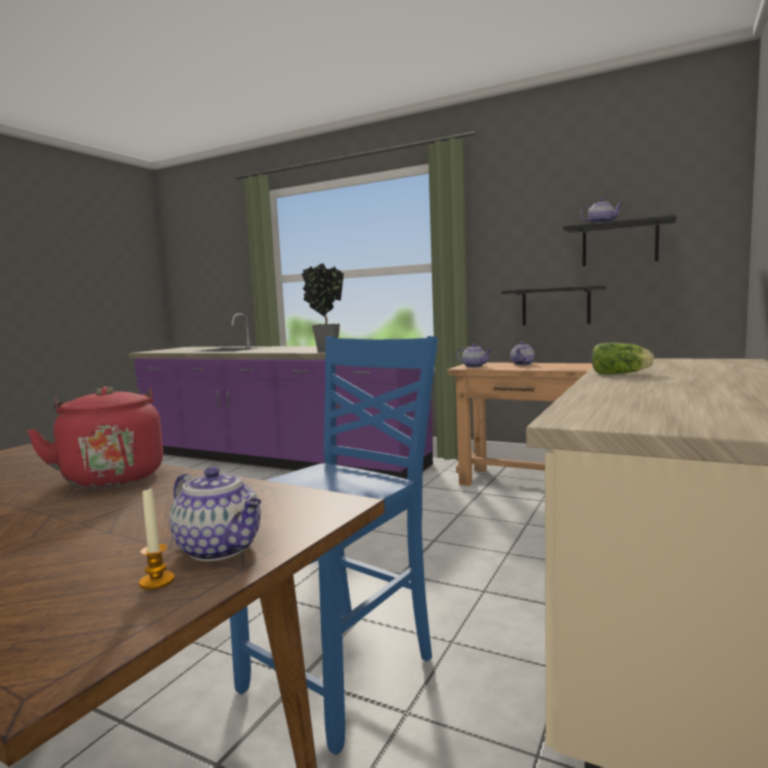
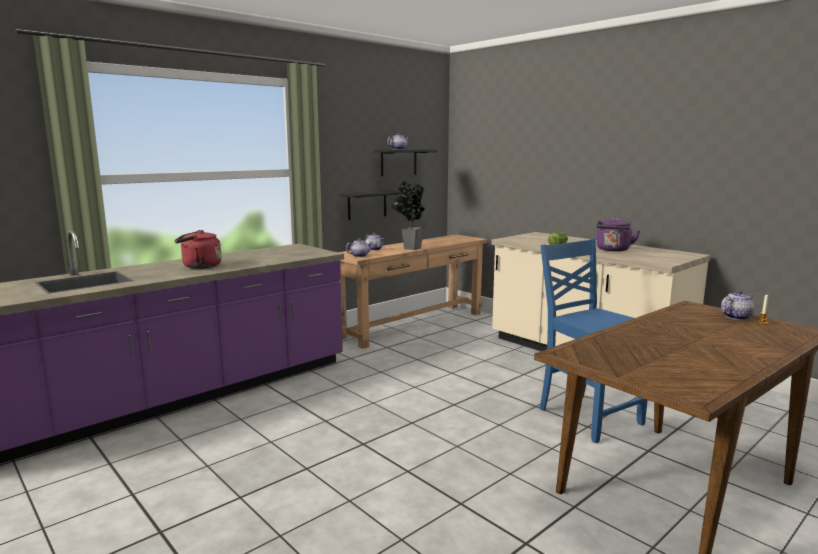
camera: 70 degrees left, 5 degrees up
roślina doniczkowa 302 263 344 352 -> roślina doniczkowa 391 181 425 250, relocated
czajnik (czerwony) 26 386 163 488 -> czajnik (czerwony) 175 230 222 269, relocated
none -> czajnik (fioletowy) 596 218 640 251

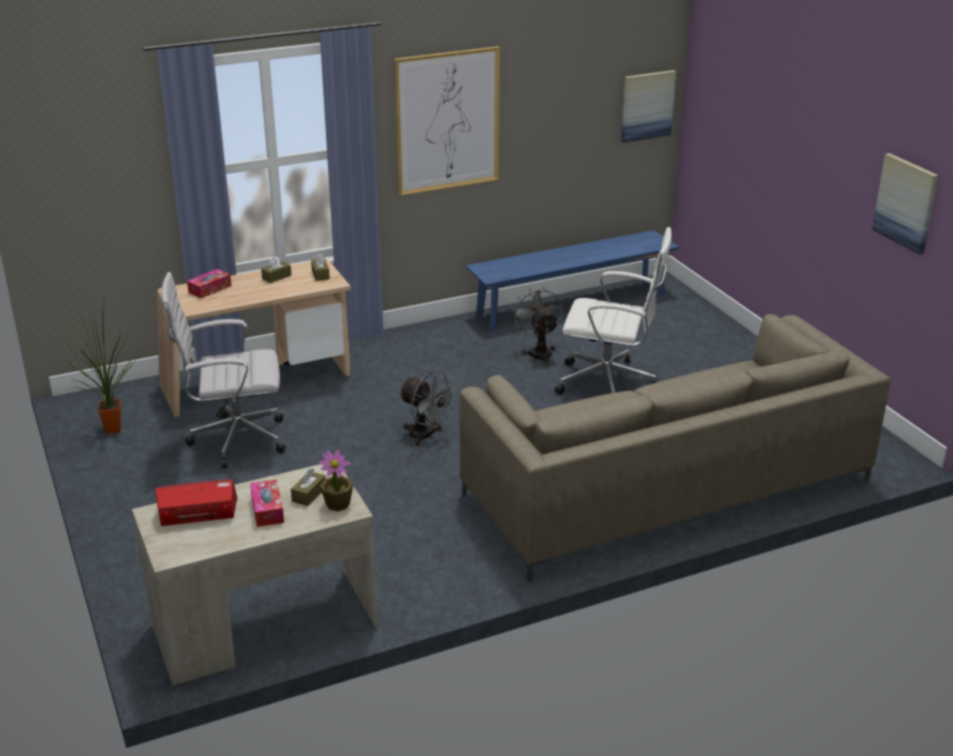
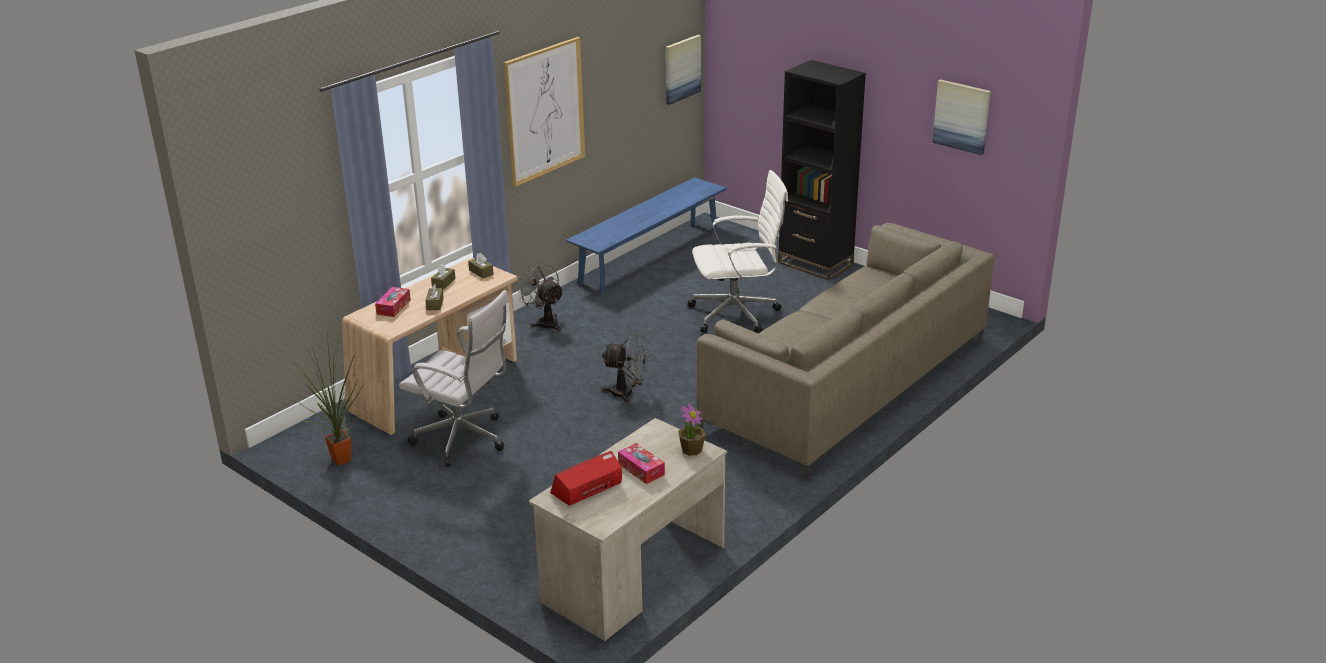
camera: 25 degrees left, 0 degrees up
krzesło biurowe (biały) 161 272 286 468 -> krzesło biurowe (biały) 399 290 509 467, 120 degrees counterclockwise
wentylator (szary) 512 287 562 365 -> wentylator (szary) 516 262 564 332, relocated
pudełko chusteczek (brązowy) 291 468 326 506 -> pudełko chusteczek (brązowy) 425 284 444 310, relocated
none -> regał (czarny) 778 60 866 281

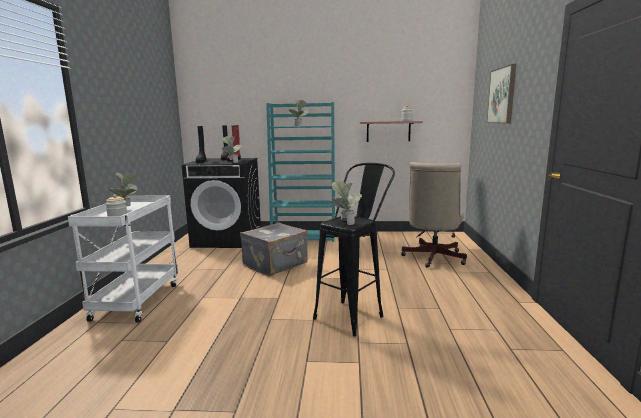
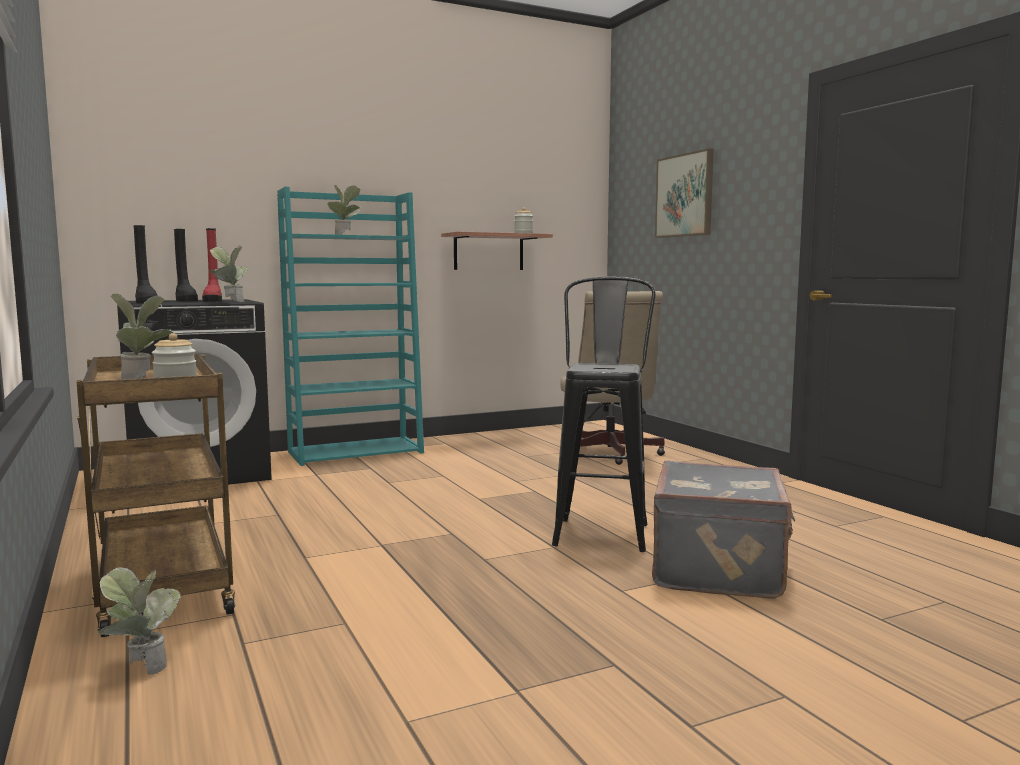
camera: 30 degrees left, 5 degrees down
roślina doniczkowa 331 180 362 225 -> roślina doniczkowa 98 567 181 675, relocated
wózek (biały) 68 195 178 323 -> wózek (brązowy) 76 353 235 637
walizka (szary) 240 223 308 276 -> walizka (szary) 652 461 795 599, relocated

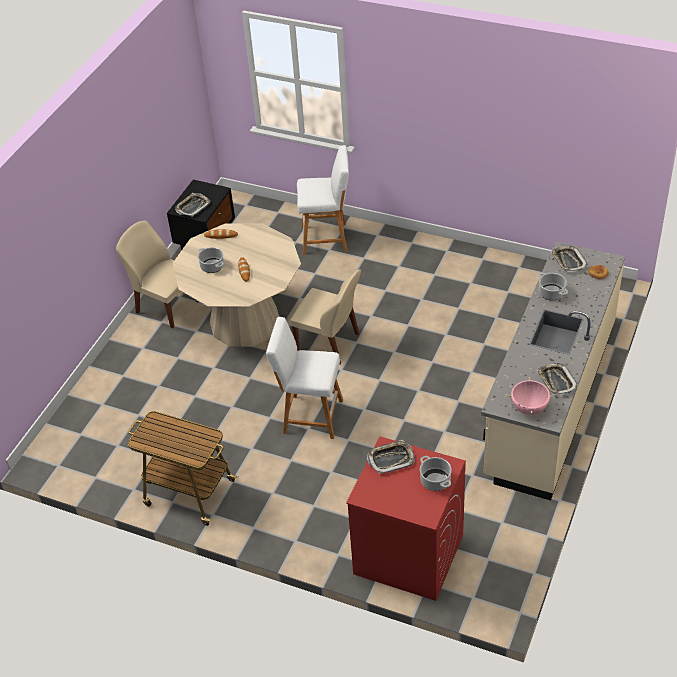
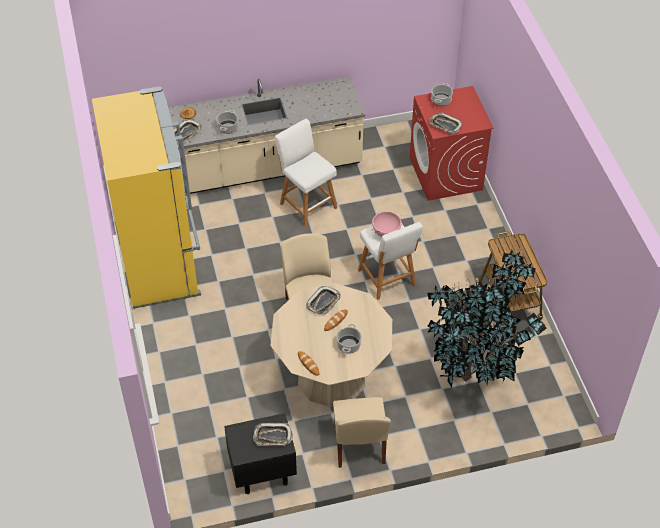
camera: 130 degrees left, 5 degrees up
stołek (biały) 297 145 349 255 -> stołek (biały) 275 119 337 227, relocated
taca 537 363 578 396 -> taca 306 286 341 315, relocated
garnek (różowy) 506 377 555 416 -> garnek (różowy) 372 211 402 237, relocated
none -> lodówka (żółty) 92 86 201 309
none -> roślina doniczkowa 427 250 546 387

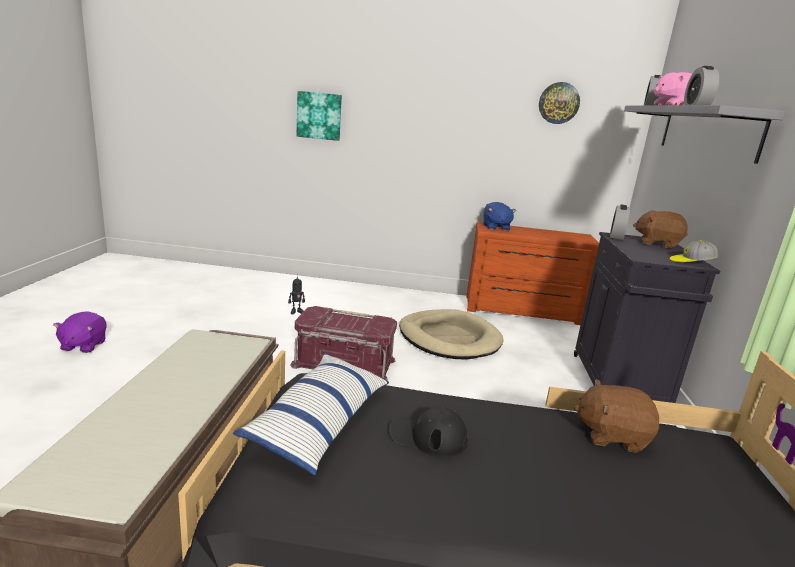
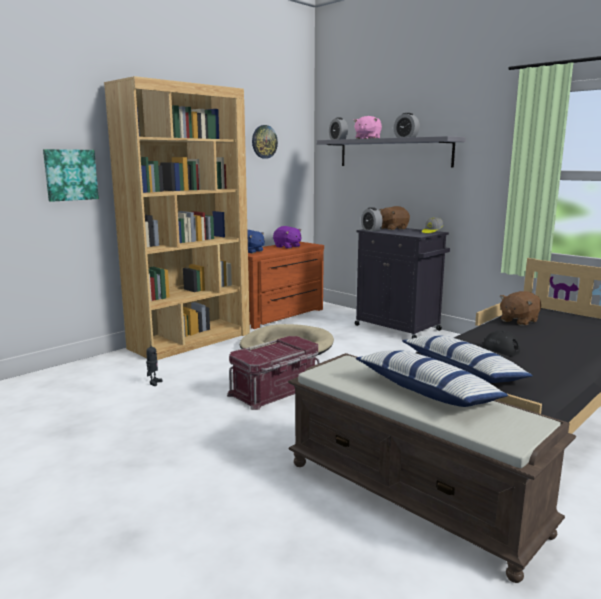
camera: 50 degrees left, 5 degrees down
pluszak (fioletowy) 53 311 107 353 -> pluszak (fioletowy) 273 226 301 249, relocated
none -> regał (brązowy) 104 76 250 360
none -> poduszka 355 350 508 407

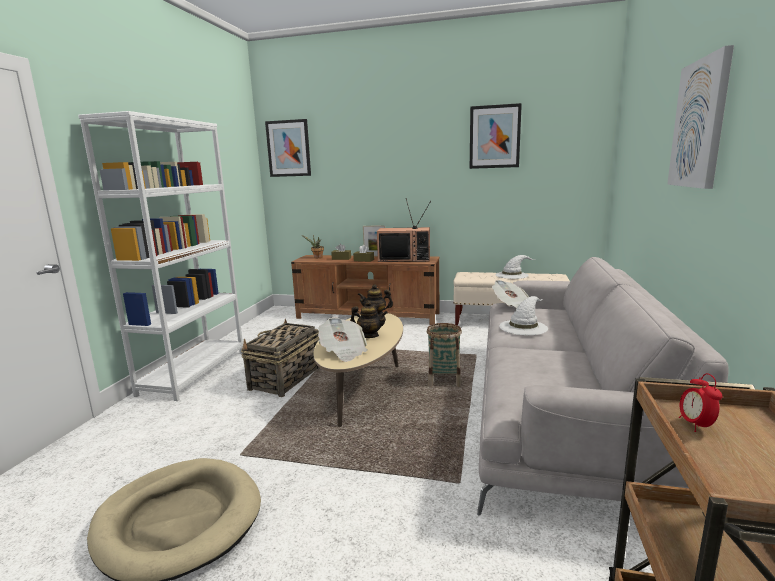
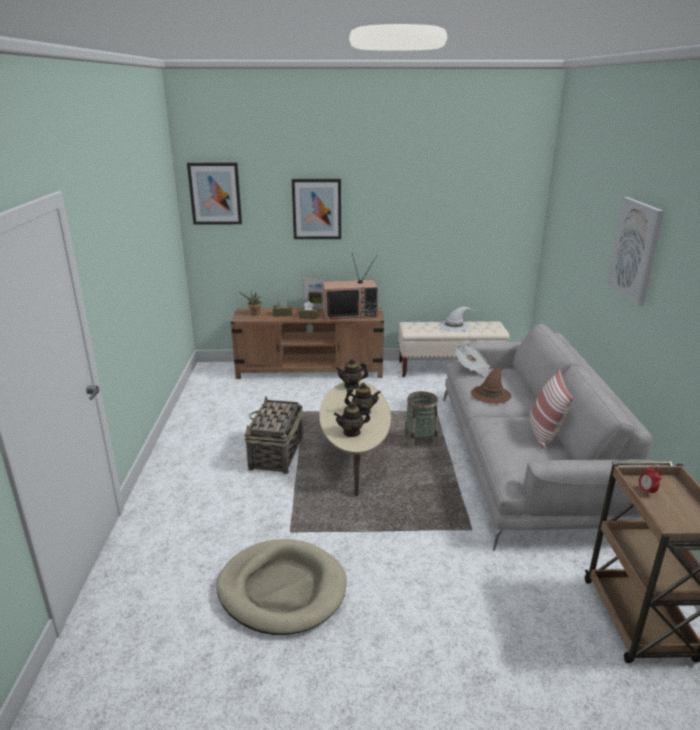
camera: 15 degrees left, 10 degrees up
obraz 470 103 522 169 -> obraz 292 179 341 239, relocated
regał (biały) 78 111 243 401 -> none
kapelusz (biały) 499 296 548 335 -> kapelusz (brązowy) 471 367 511 404
gazeta 318 317 368 362 -> imbryk 334 402 370 437
none -> poduszka 530 369 573 449

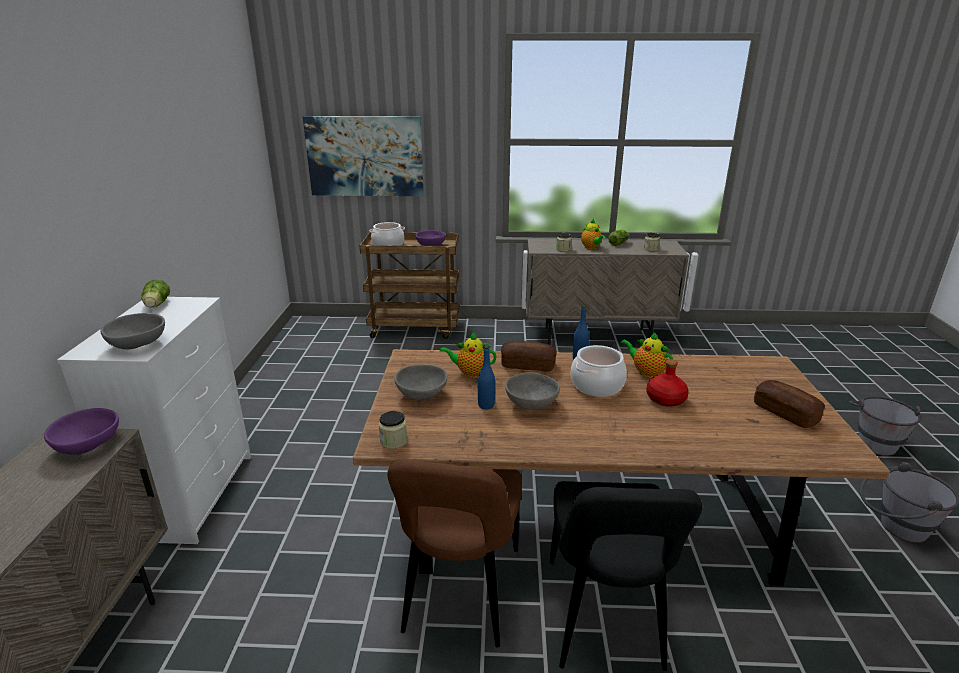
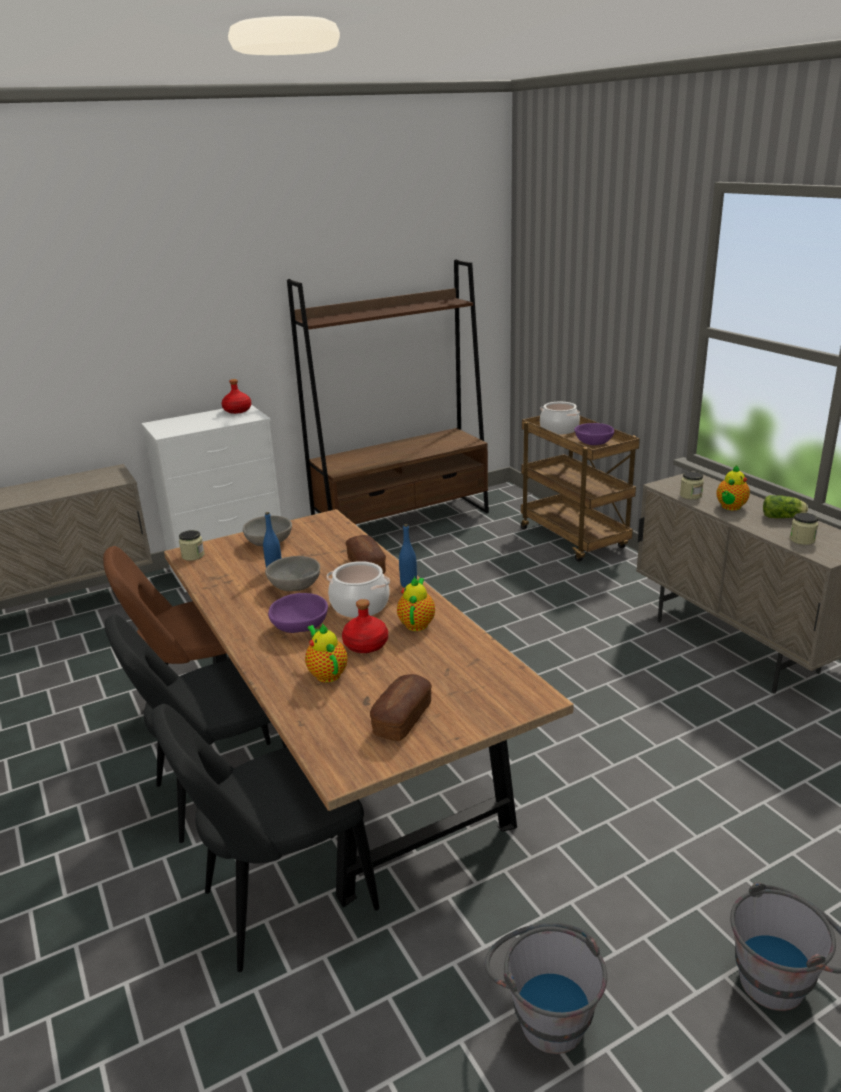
camera: 60 degrees right, 0 degrees up
obraz 303 116 424 196 -> none
sałata 141 279 170 308 -> butelka (czerwony) 222 379 251 414
miska (szary) 100 313 165 349 -> none
imbryk 440 332 496 378 -> imbryk 305 623 348 683, relocated
miska (fioletowy) 44 408 119 455 -> miska (fioletowy) 268 593 328 633, relocated
none -> regał (brązowy) 287 259 489 524
none -> krzesło (czarny) 151 704 379 972

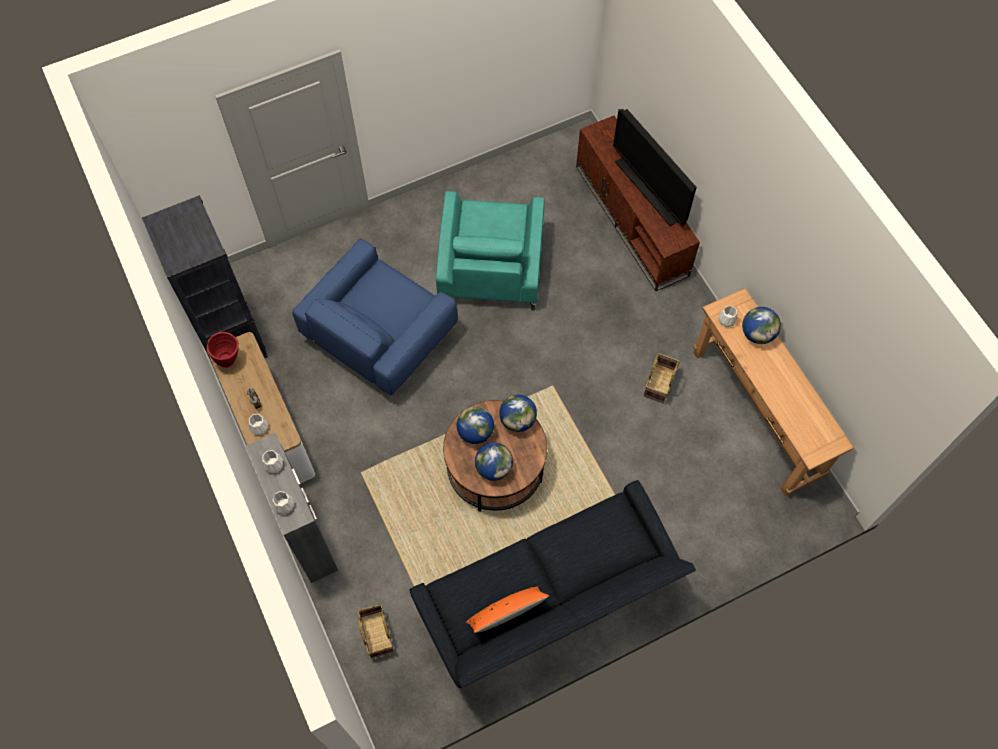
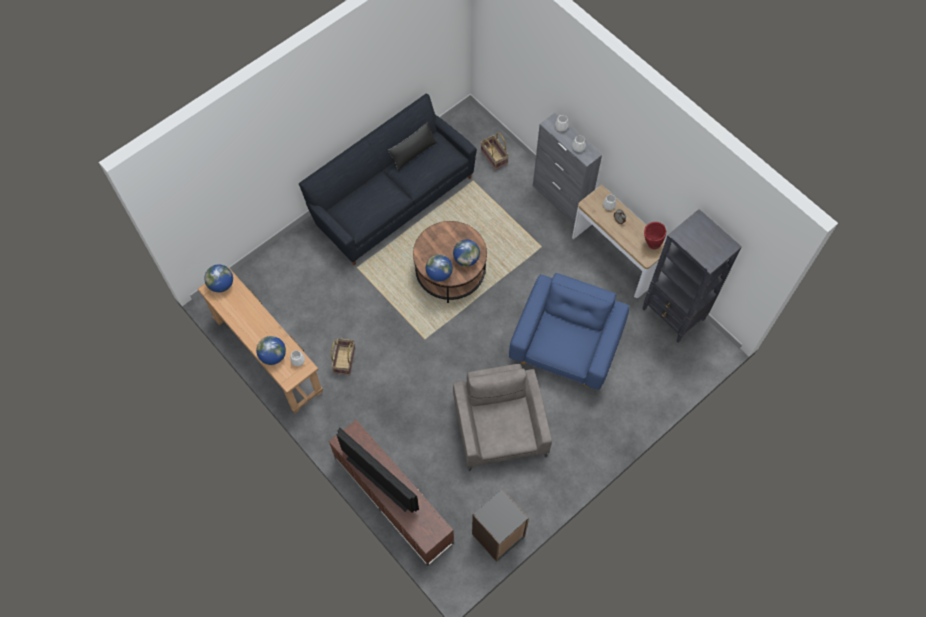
camera: 165 degrees right, 0 degrees up
fotel (turkusowy) 436 191 544 311 -> fotel (szary) 453 364 552 471
globus 475 442 513 481 -> globus 204 264 233 293, relocated
poduszka (pomarańczowy) 466 586 549 633 -> poduszka (czarny) 388 122 437 171
none -> regał (czarny) 472 489 529 562

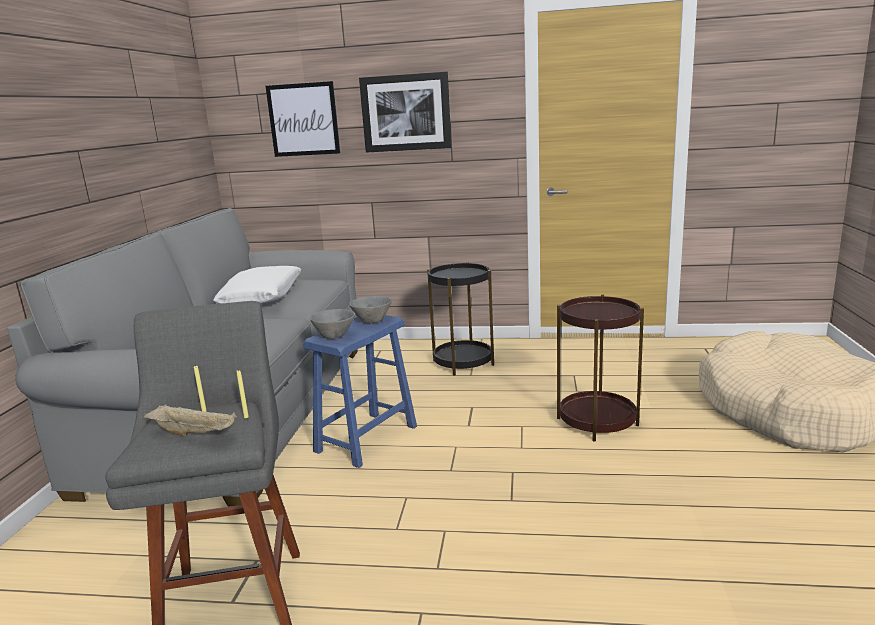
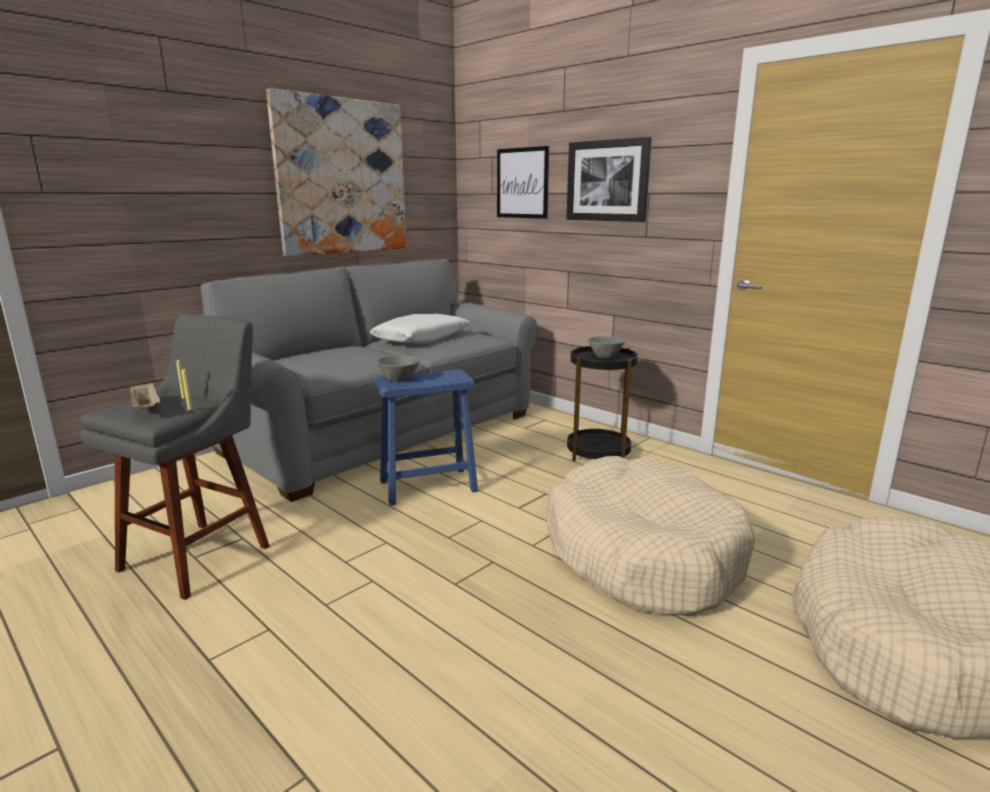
camera: 35 degrees right, 0 degrees up
stolik (brązowy) 557 295 644 442 -> legowisko (beżowy) 547 456 755 616
miska (szary) 349 296 392 324 -> miska (szary) 588 336 625 358, relocated
none -> obraz 266 88 406 257

